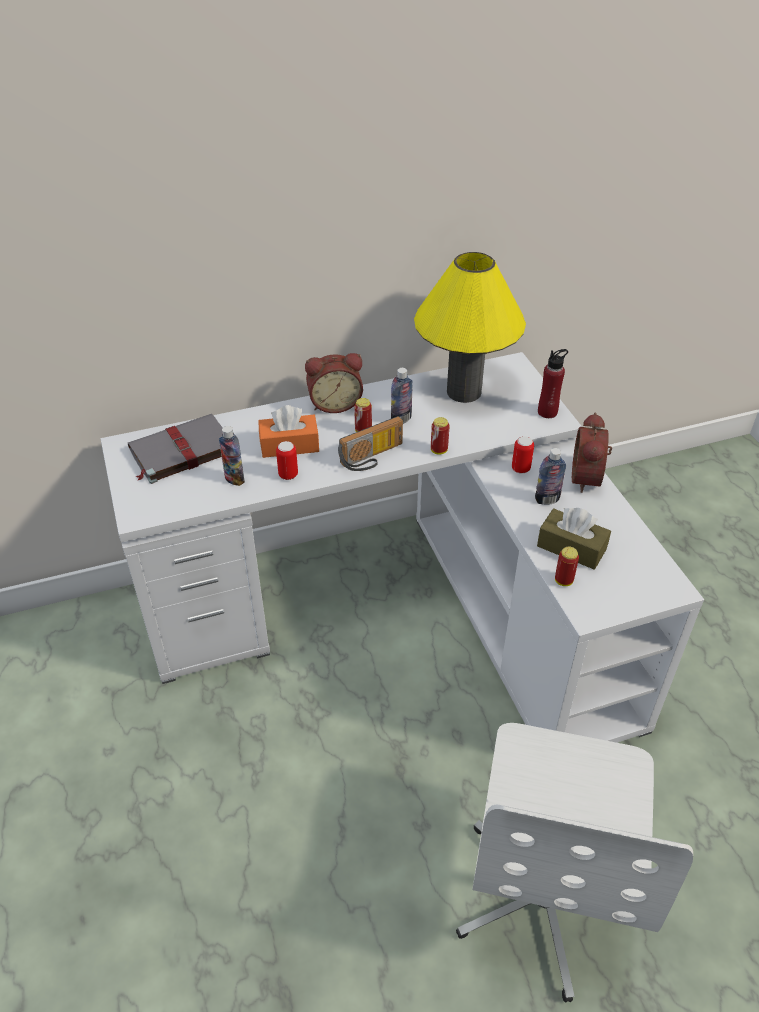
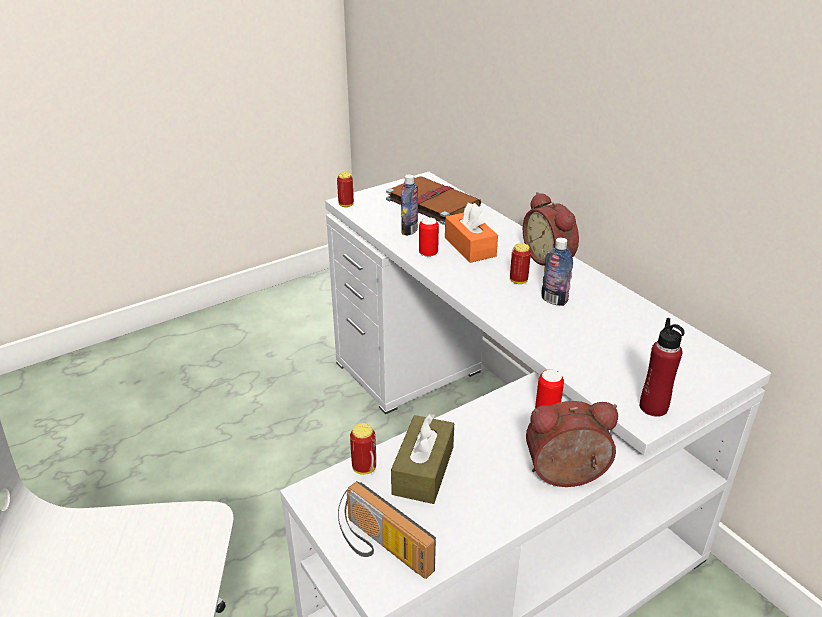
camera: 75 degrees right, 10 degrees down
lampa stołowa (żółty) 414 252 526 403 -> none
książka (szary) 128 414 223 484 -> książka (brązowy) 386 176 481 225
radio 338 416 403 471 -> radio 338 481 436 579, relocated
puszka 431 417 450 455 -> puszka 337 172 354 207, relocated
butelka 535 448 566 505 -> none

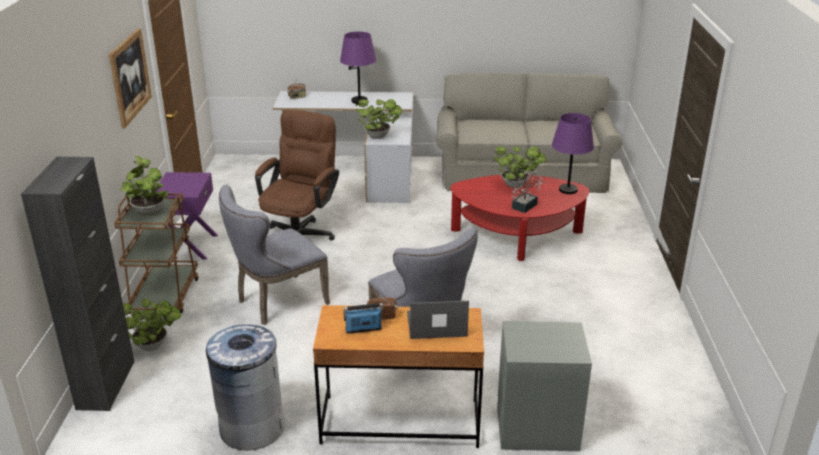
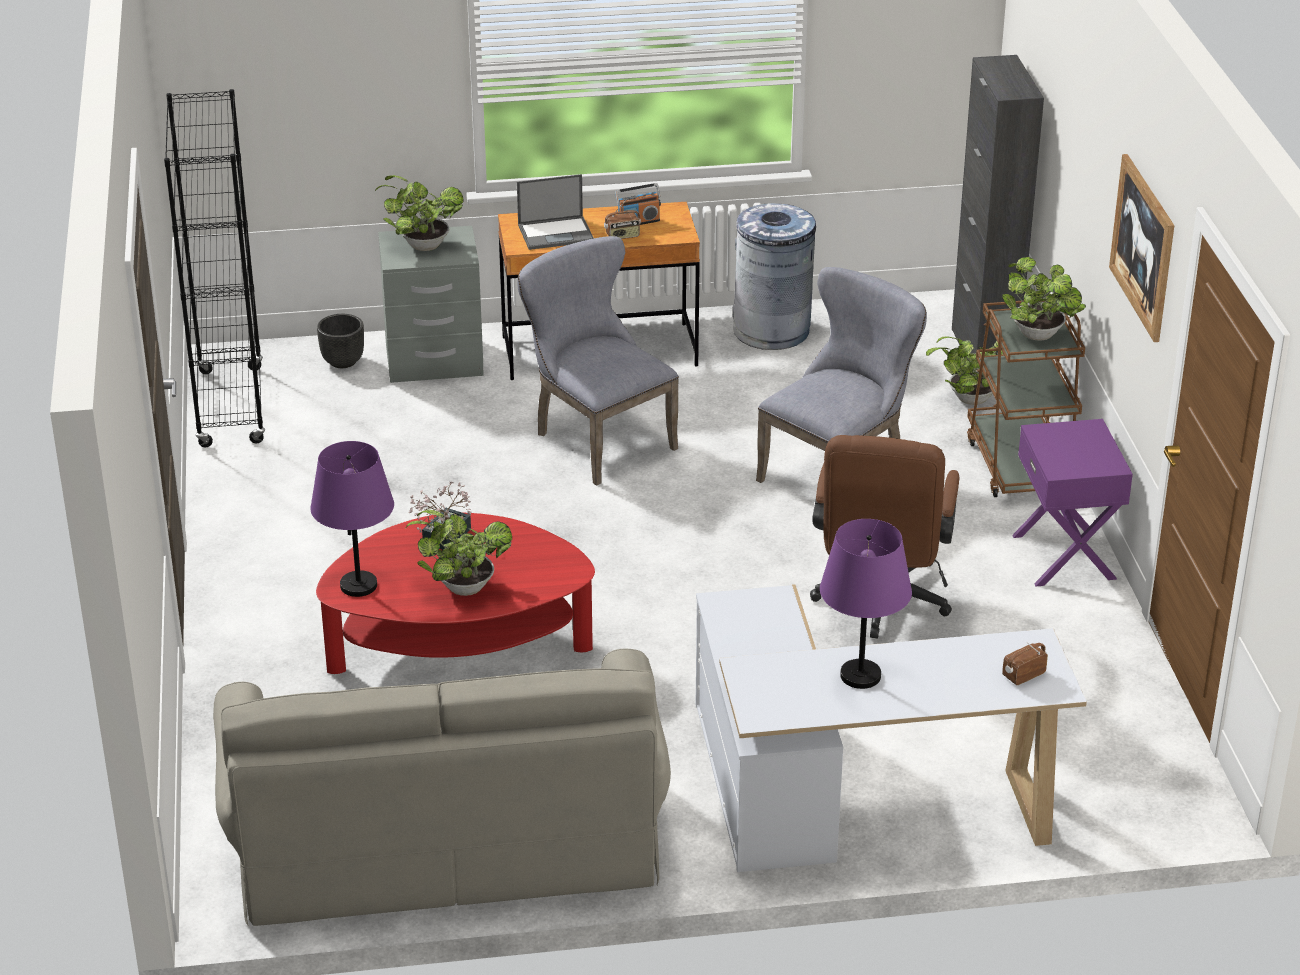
camera: 170 degrees right, 5 degrees up
roślina doniczkowa 356 99 402 139 -> roślina doniczkowa 375 175 463 251, relocated
none -> regał (czarny) 164 89 265 447
none -> donica (czarny) 317 314 364 368

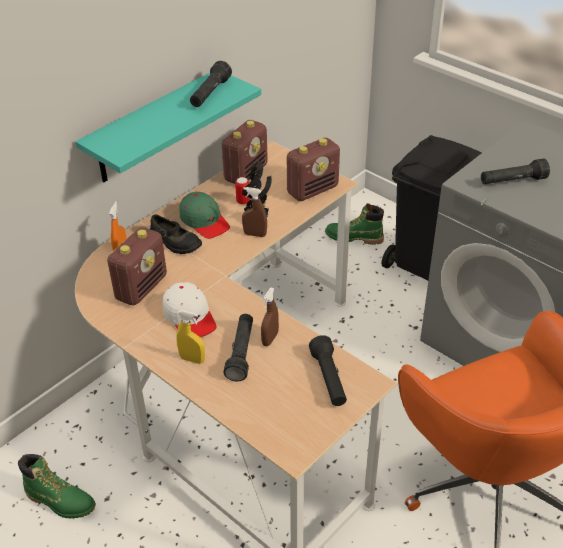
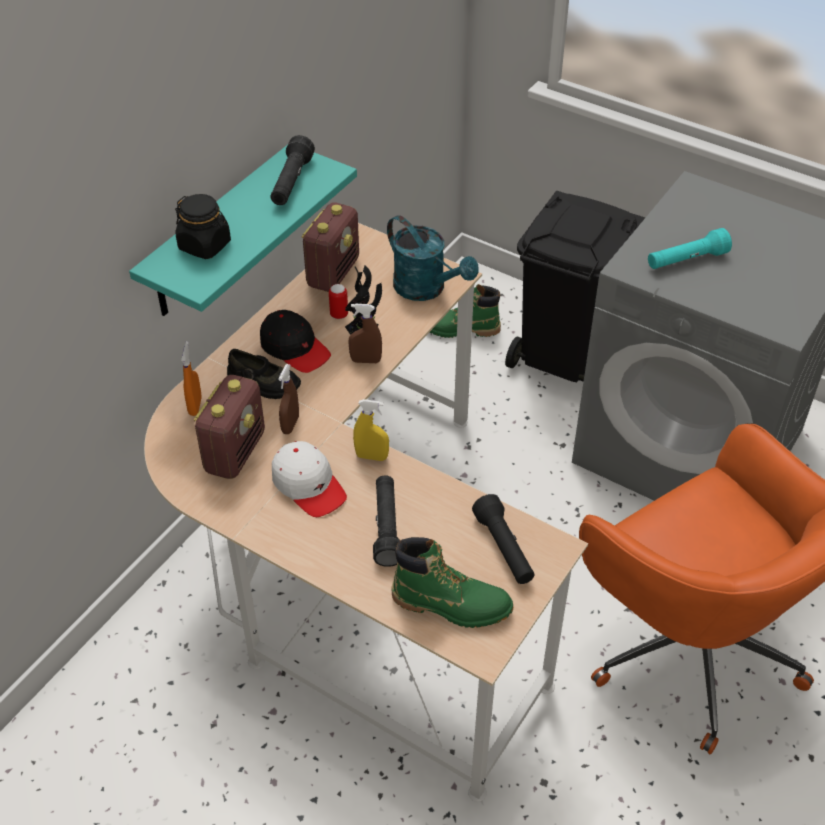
camera: 10 degrees left, 5 degrees up
radio 287 138 340 201 -> konewka (turkusowy) 387 215 479 301
latarka (czarny) 481 158 550 184 -> latarka (turkusowy) 648 228 732 269
czapka z daszkiem (zielony) 179 192 230 239 -> czapka z daszkiem (czarny) 260 310 331 373
spryskiwacz (brązowy) 261 287 279 346 -> spryskiwacz (brązowy) 278 364 299 434, relocated
spryskiwacz (żółty) 176 310 205 364 -> spryskiwacz (żółty) 353 399 389 461, relocated
but z cholewką (zielony) 18 454 96 519 -> but z cholewką (zielony) 392 537 513 628, relocated
none -> słoik (czarny) 175 194 231 259

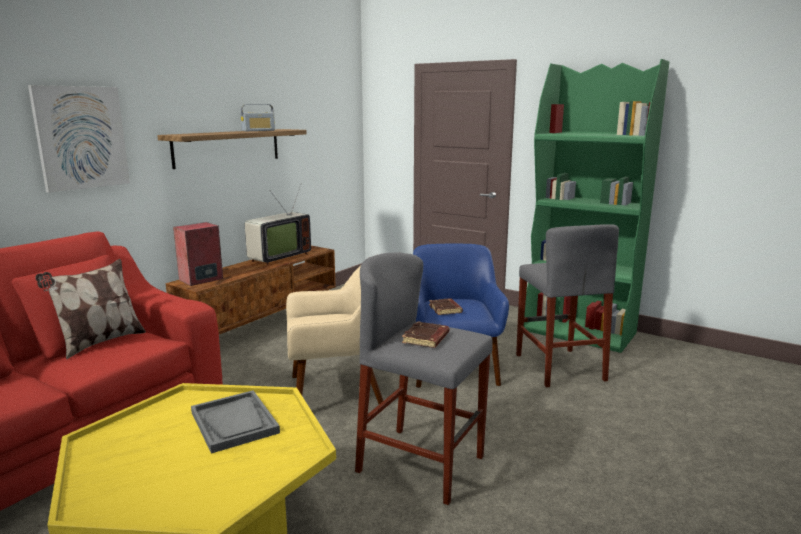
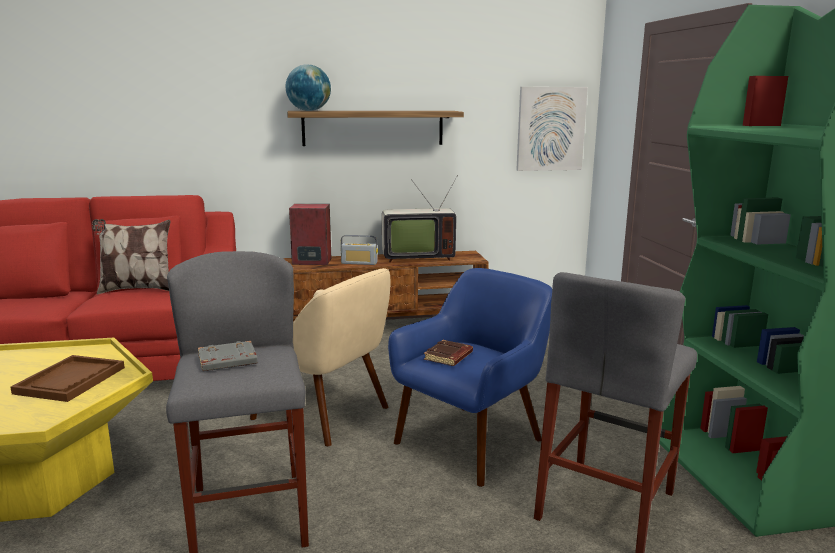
camera: 45 degrees right, 0 degrees up
obraz 28 85 130 193 -> obraz 516 87 588 171, relocated
radio 241 104 275 131 -> radio 340 235 378 265, relocated
książka (brązowy) 402 321 449 348 -> książka (szary) 198 341 258 371
taca (szary) 191 390 280 454 -> taca (brązowy) 10 355 125 402
none -> globus 286 64 331 111

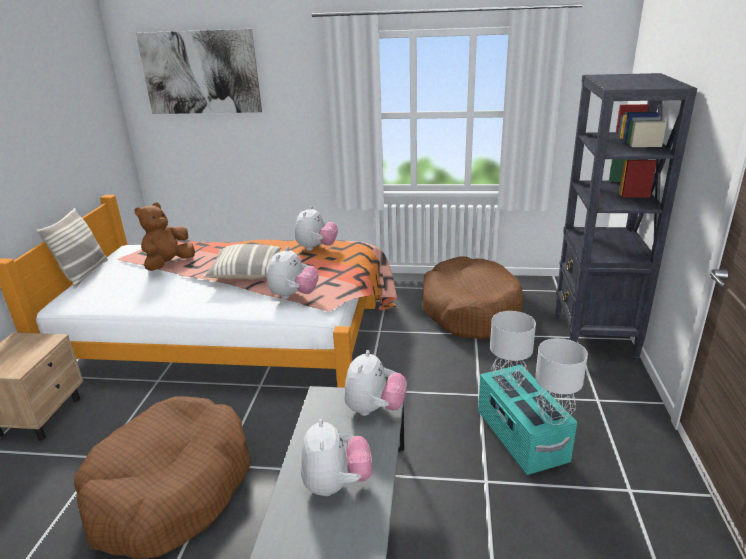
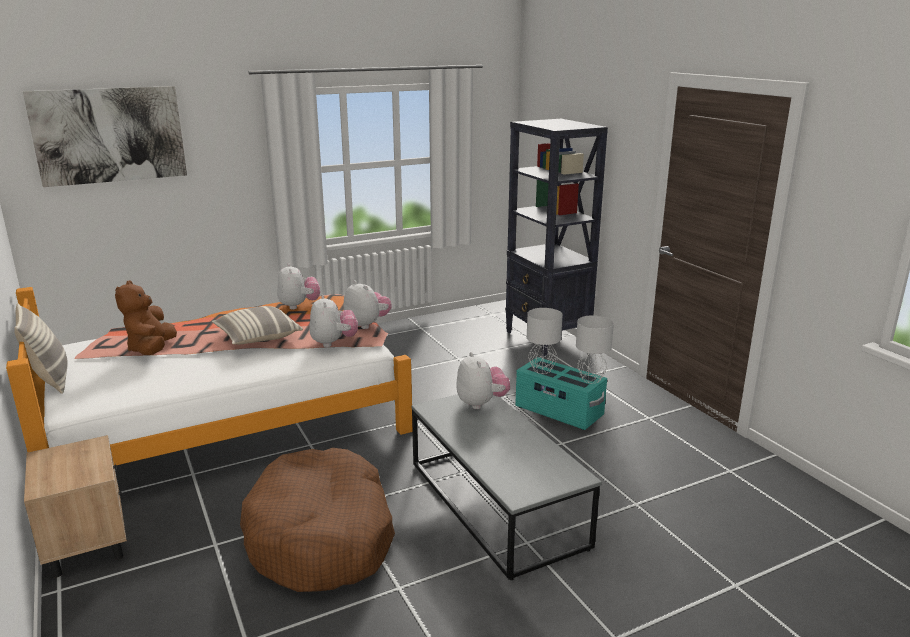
camera: 35 degrees left, 5 degrees down
legowisko (brązowy) 422 257 523 340 -> none
pluszak 301 419 372 496 -> pluszak 344 281 392 329, relocated

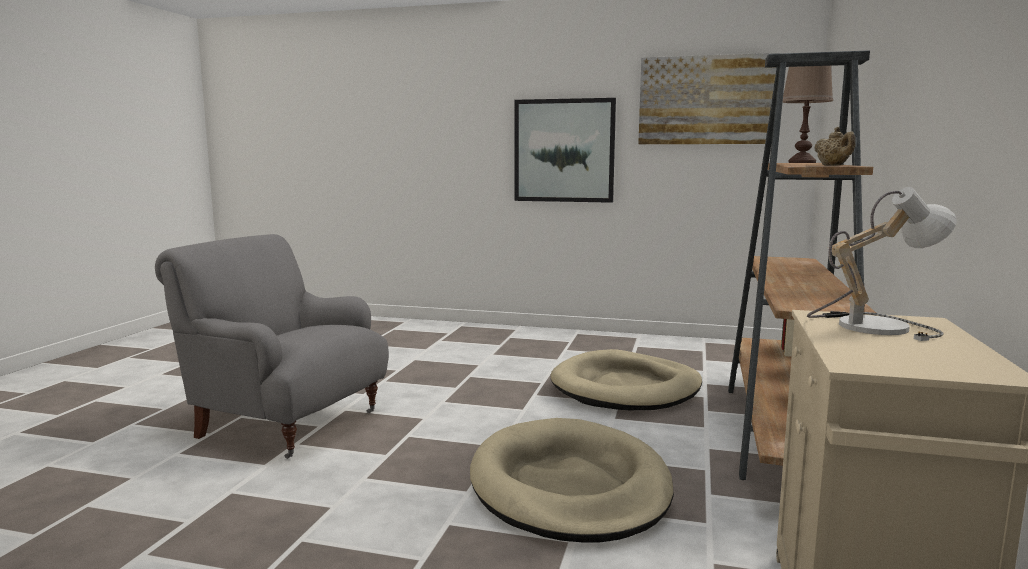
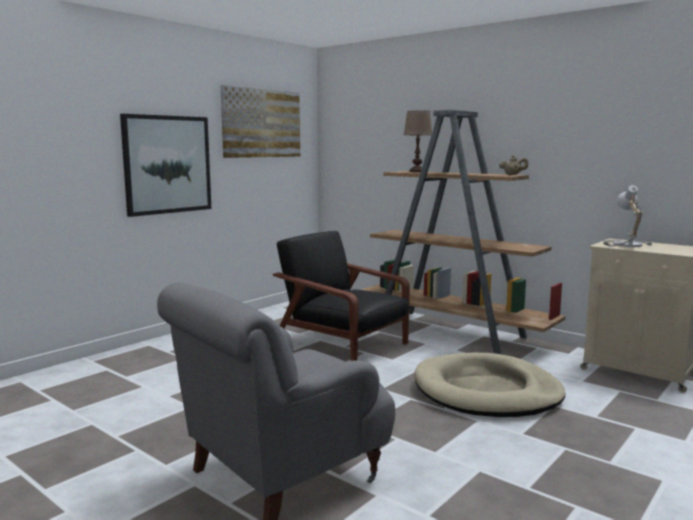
camera: 65 degrees left, 0 degrees up
legowisko (beżowy) 550 349 702 410 -> fotel (czarny) 273 231 410 361

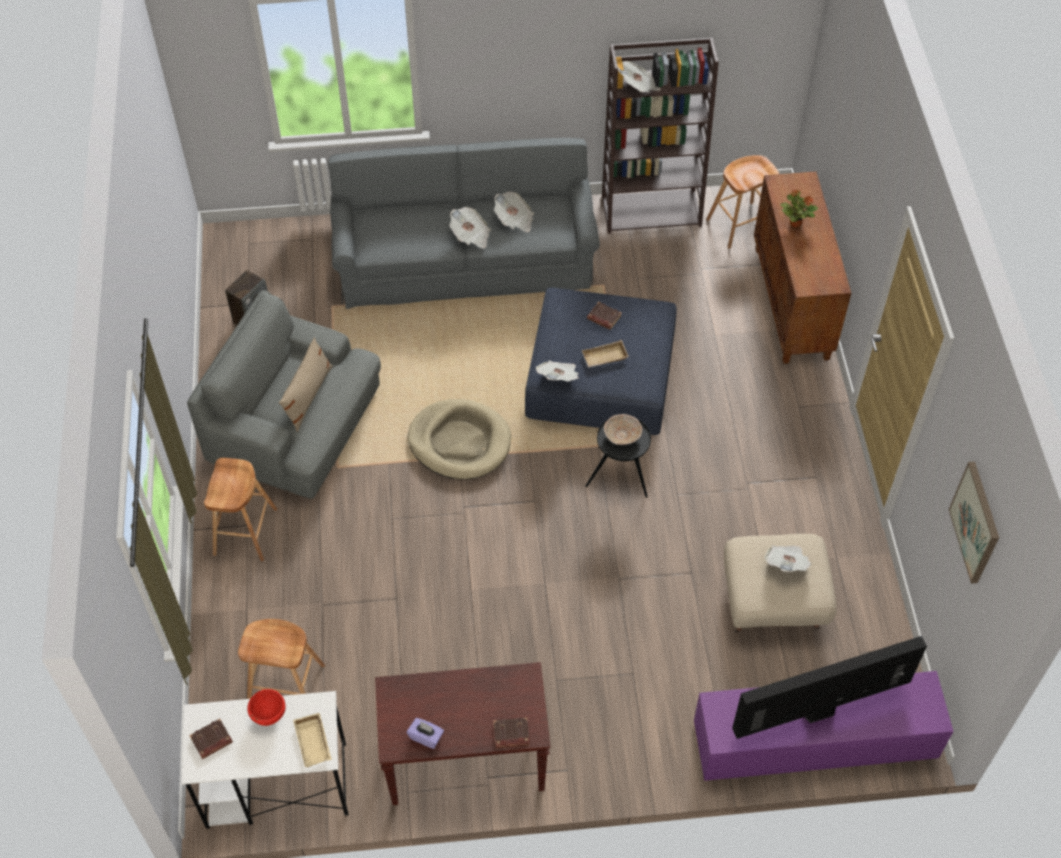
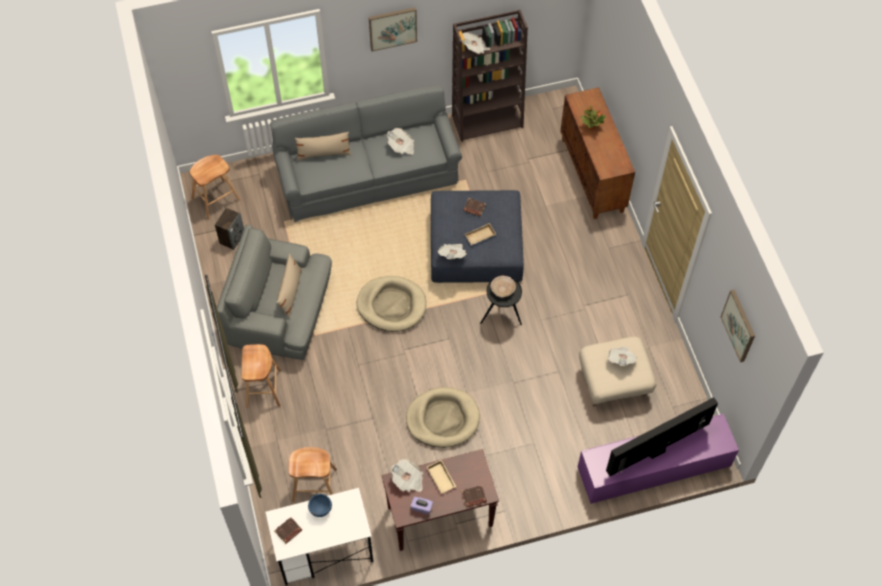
camera: 10 degrees left, 5 degrees up
stołek (brązowy) 706 155 779 249 -> stołek (brązowy) 190 155 240 219, relocated
gazeta 450 207 491 248 -> gazeta 391 459 423 492, relocated
miska (czerwony) 247 689 286 726 -> miska (niebieski) 308 494 332 517
taca (beżowy) 293 713 332 768 -> taca (beżowy) 427 460 456 494, relocated
none -> obraz 369 7 417 51
none -> poduszka (beżowy) 295 132 352 161
none -> legowisko (beżowy) 406 387 480 448

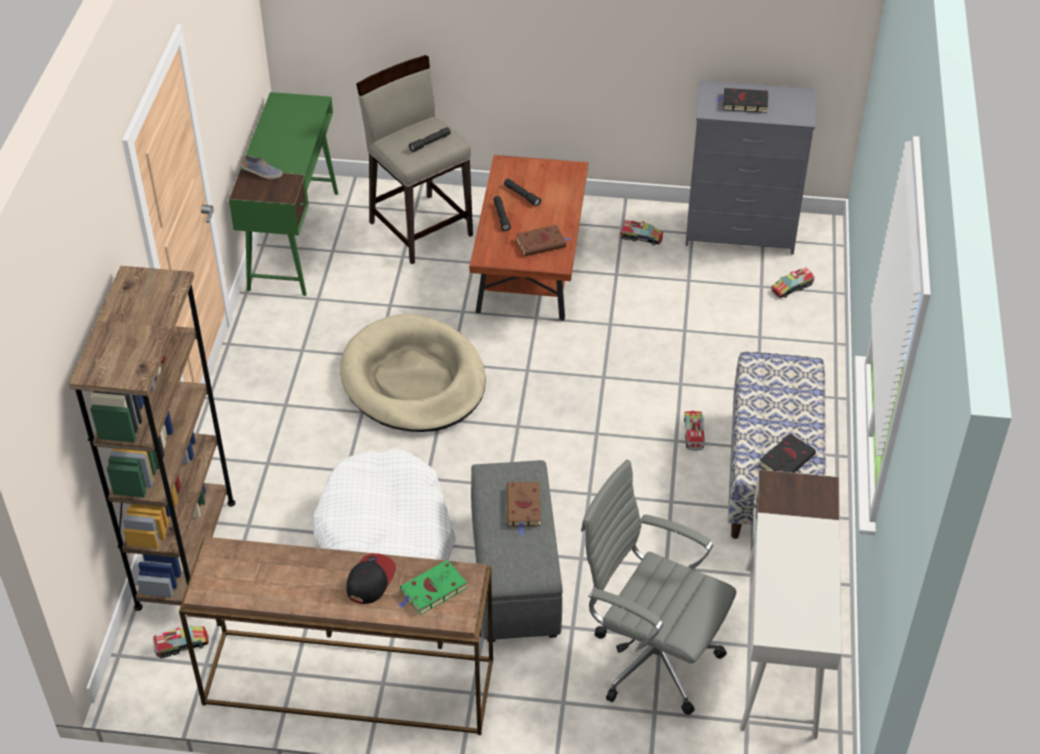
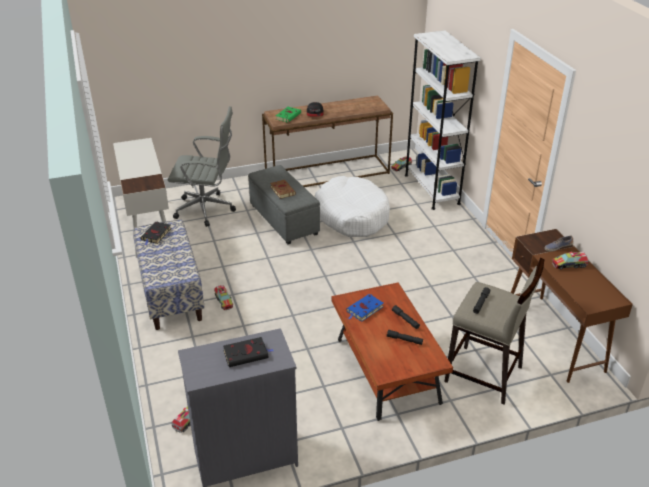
camera: 155 degrees right, 10 degrees down
biurko (zielony) 229 92 338 296 -> biurko (brązowy) 511 229 633 383
ciężarówka zabawkowa 620 219 663 245 -> ciężarówka zabawkowa 552 252 588 270, relocated
książka (brązowy) 516 225 571 256 -> książka (niebieski) 346 294 383 322
regał (brązowy) 69 266 235 611 -> regał (biały) 405 30 481 210
legowisko (beżowy) 340 314 486 432 -> none

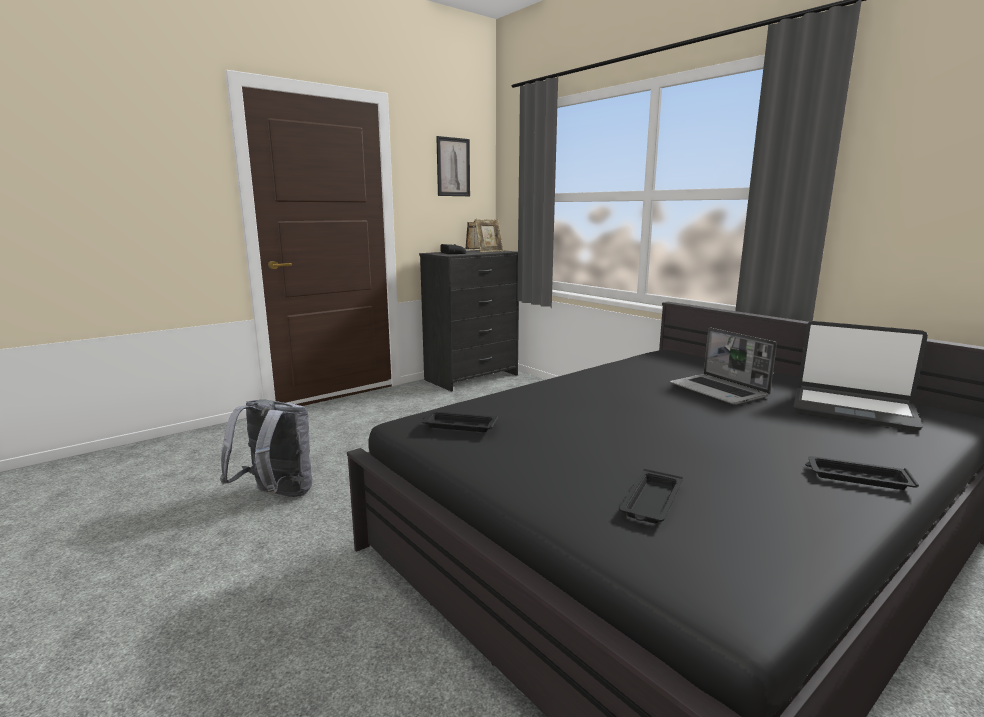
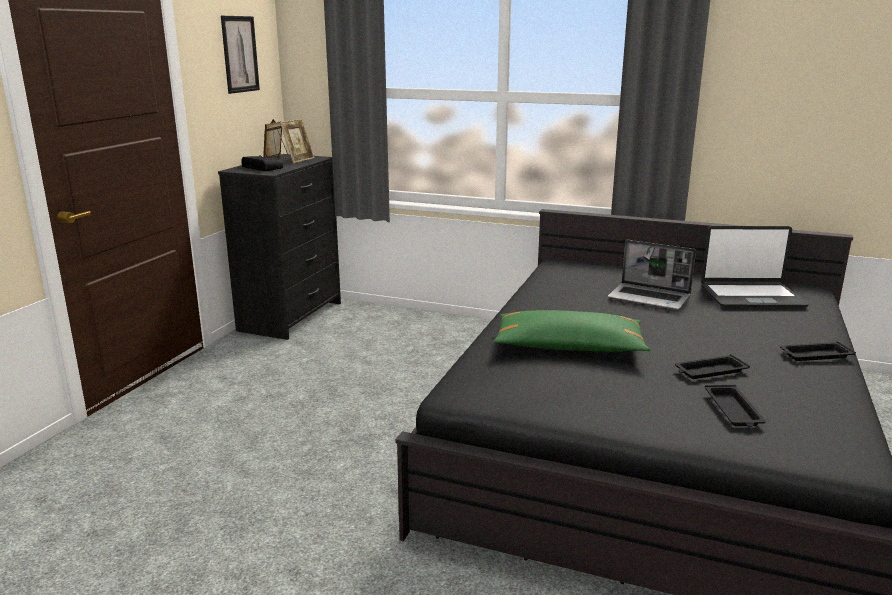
camera: 30 degrees left, 5 degrees up
plecak (szary) 220 399 312 497 -> none
taca (czarny) 422 411 498 432 -> taca (czarny) 675 354 750 379, relocated
none -> poduszka (zielony) 493 310 651 352

